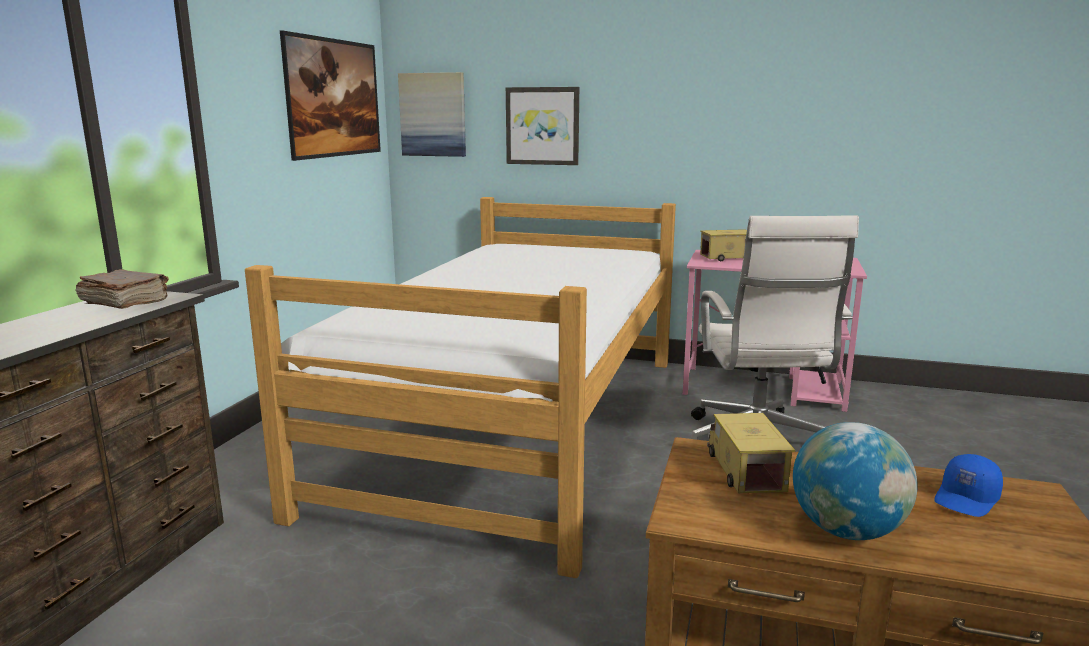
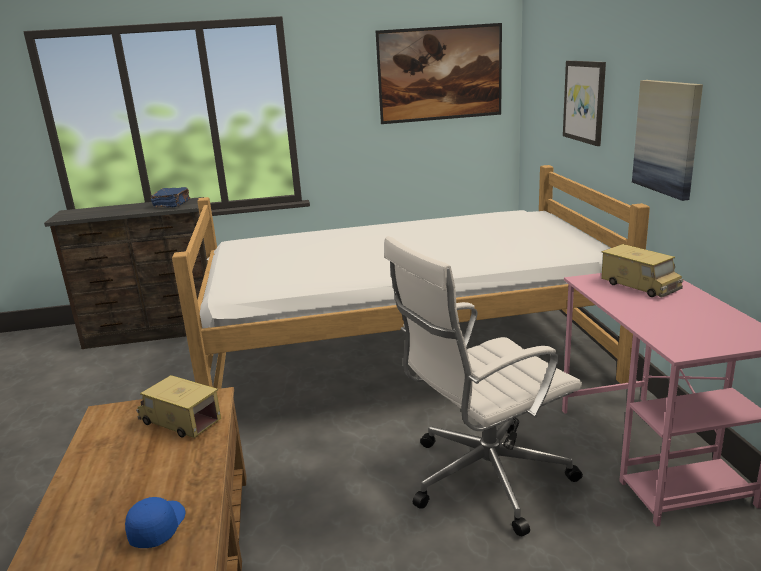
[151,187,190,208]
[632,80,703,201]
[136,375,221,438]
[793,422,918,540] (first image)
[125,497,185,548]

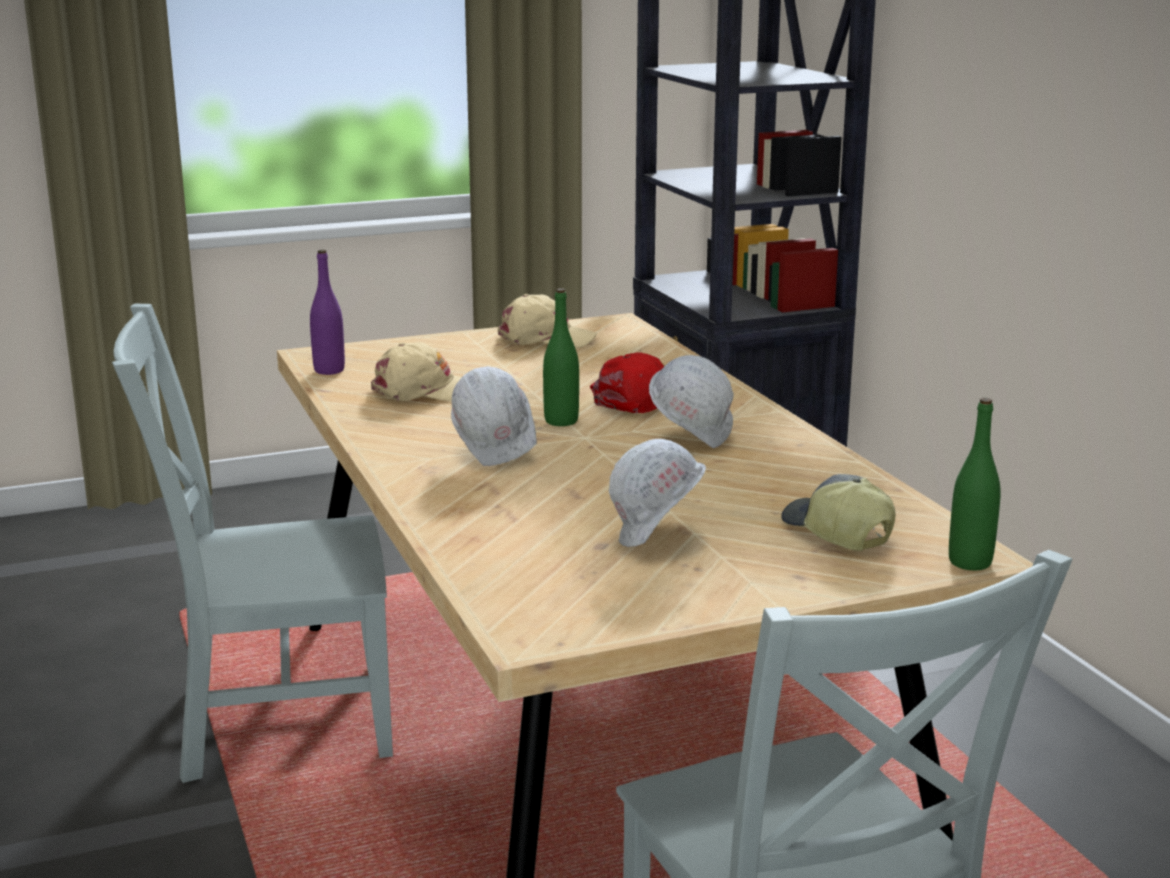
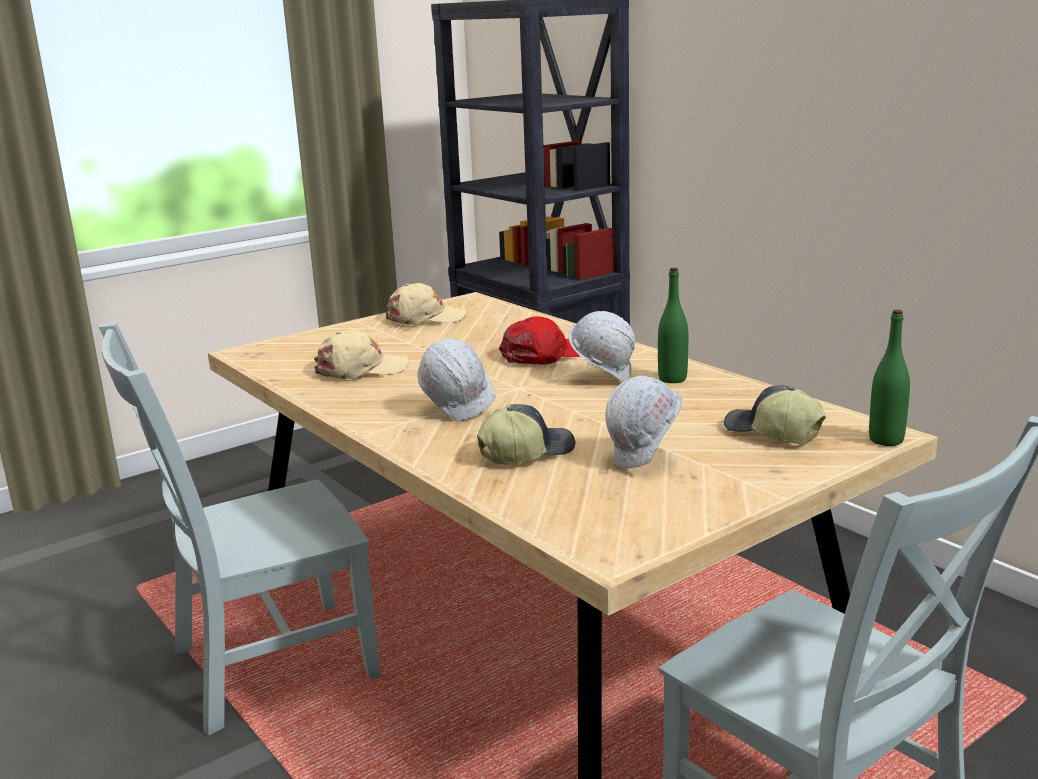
[310,250,345,375] (first image)
[658,268,688,383]
[477,404,576,464]

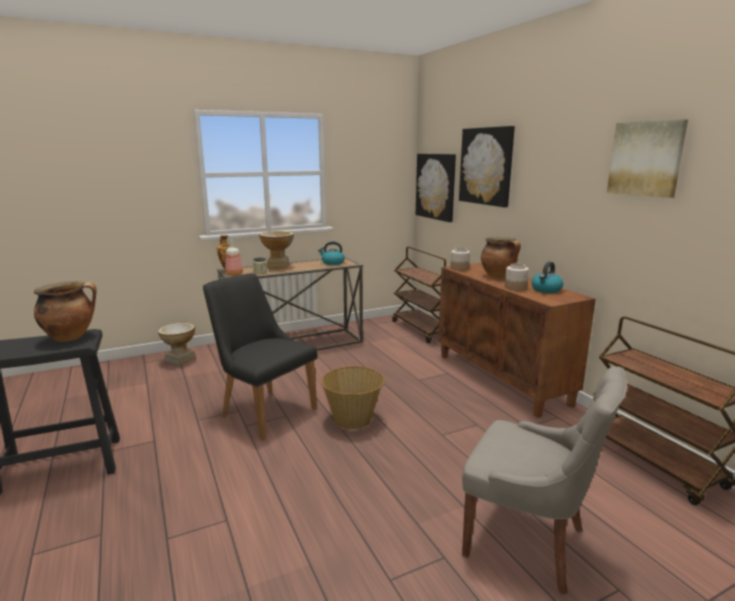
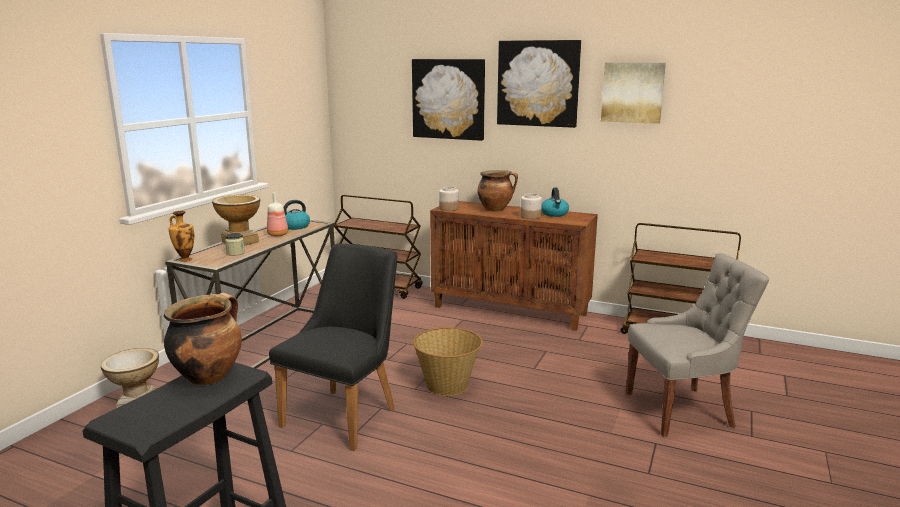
[269,243,397,451]
[267,193,288,236]
[497,40,581,128]

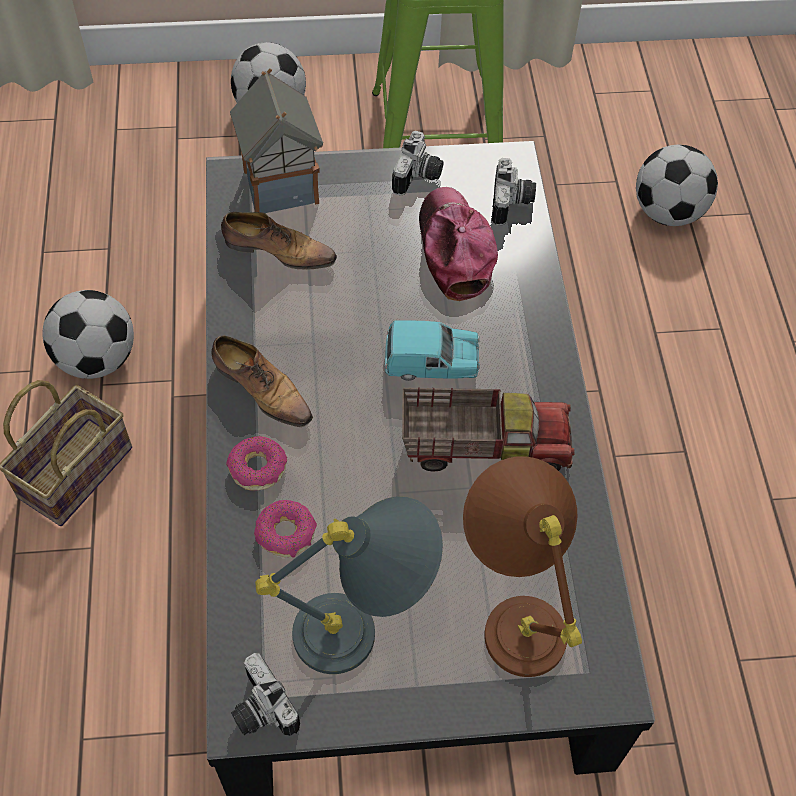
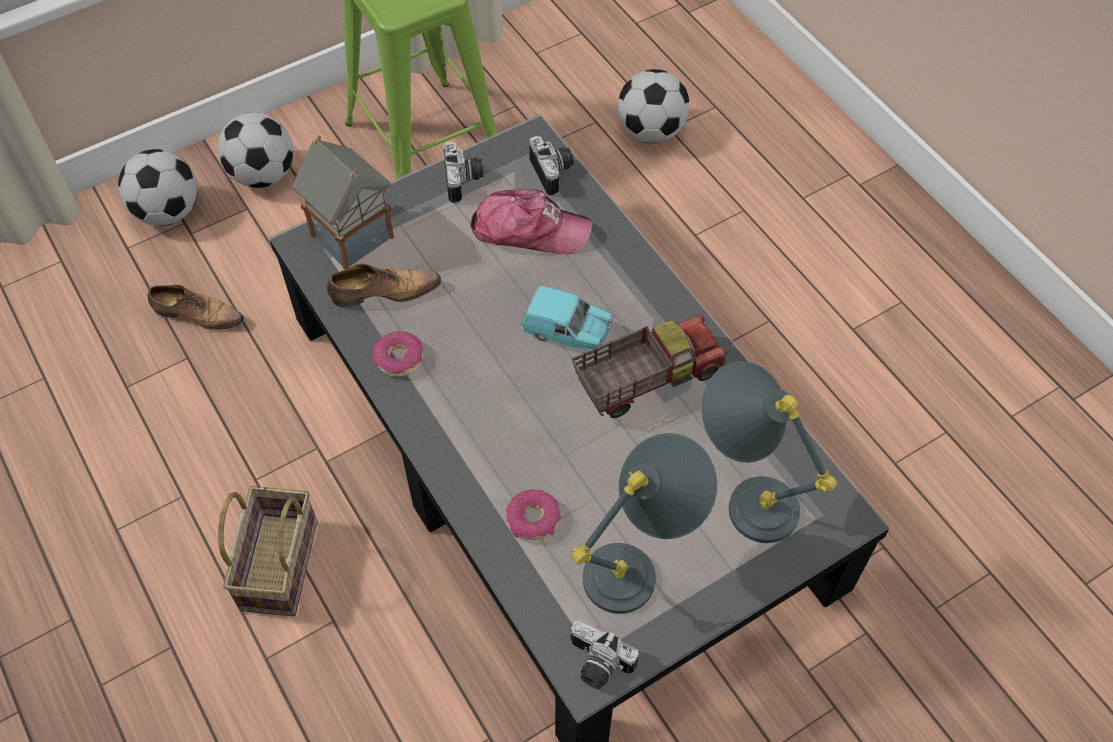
[118,149,197,226]
[147,285,244,330]
[373,331,423,377]
[522,285,613,352]
[470,189,592,254]
[702,361,837,543]

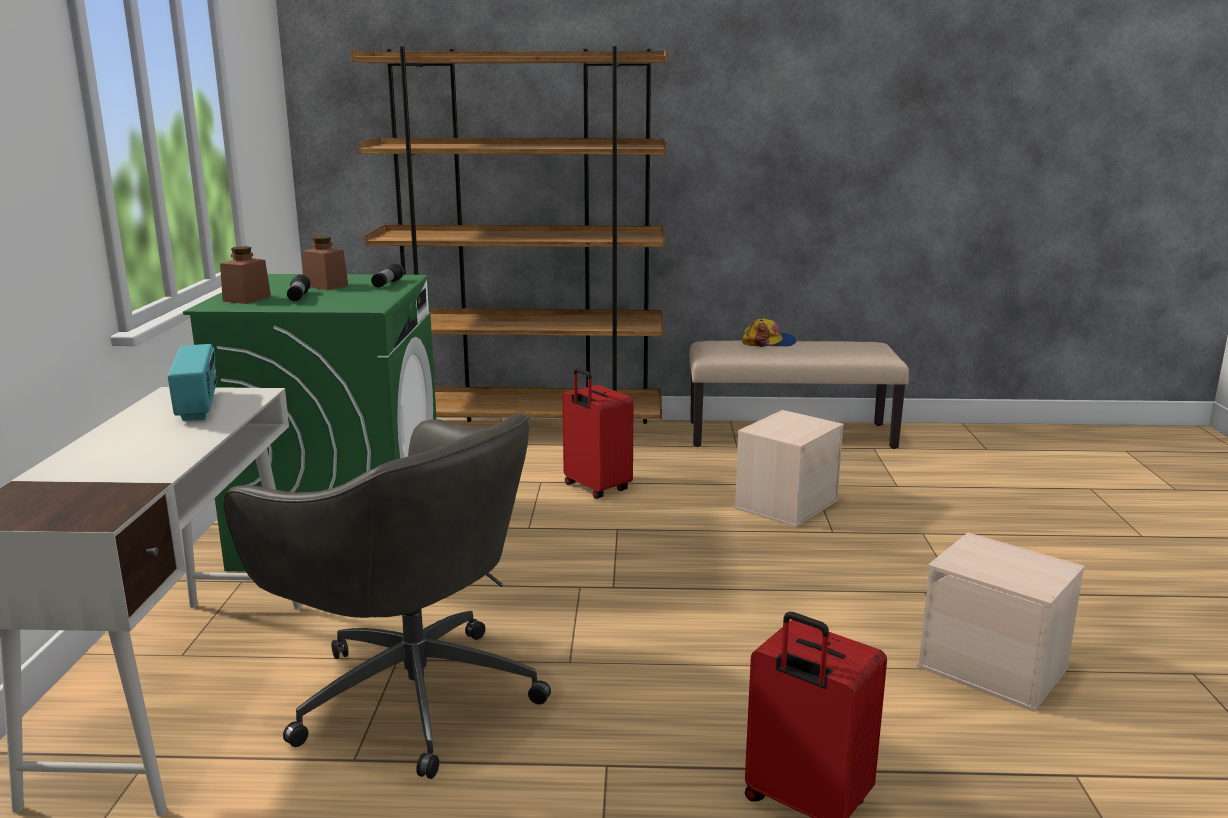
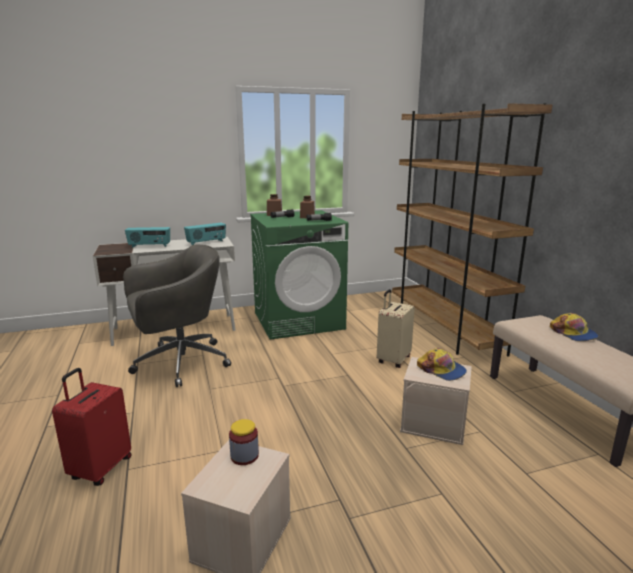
[123,244,231,387]
[377,289,415,368]
[125,227,170,247]
[229,419,259,465]
[417,348,467,381]

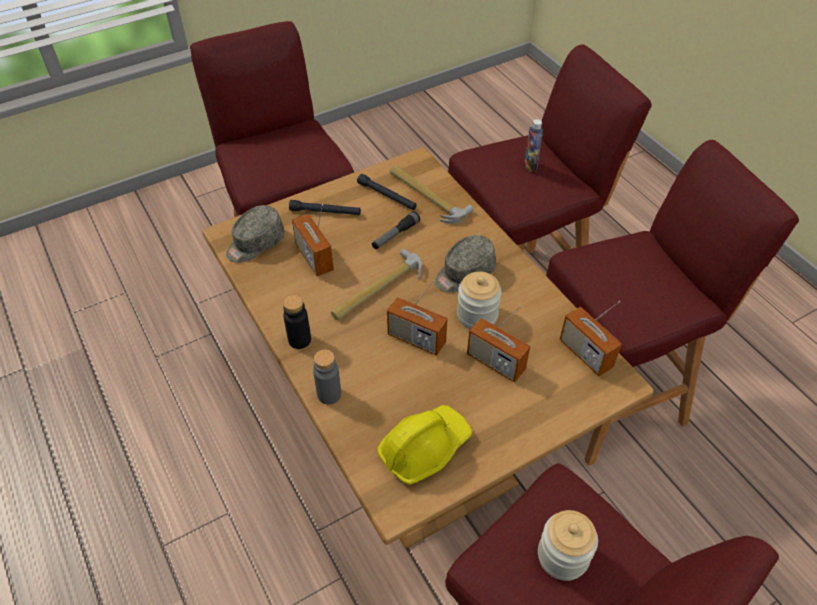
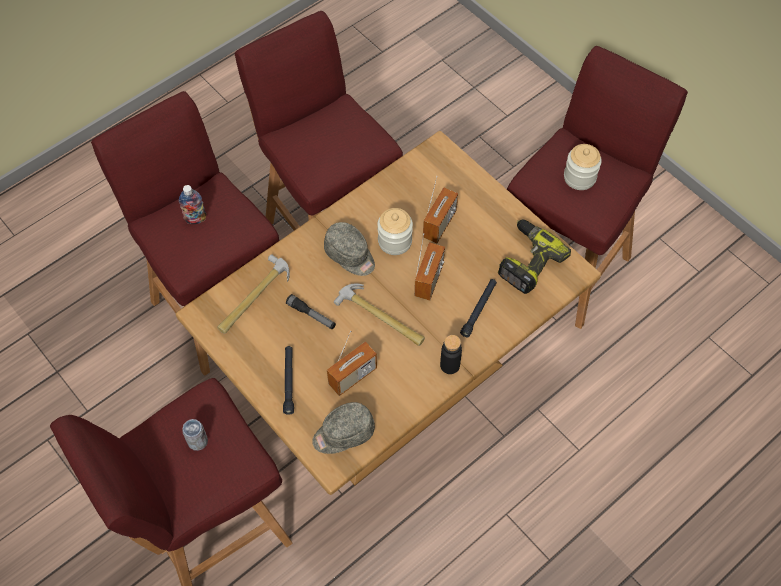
[312,402,375,454]
[313,349,341,404] (first image)
[460,279,497,337]
[498,220,571,294]
[560,301,622,376] (first image)
[182,419,208,451]

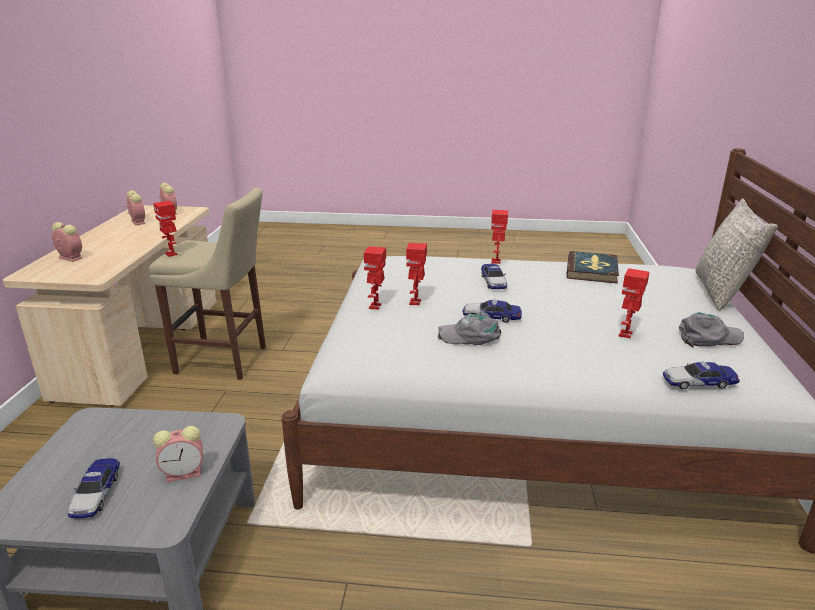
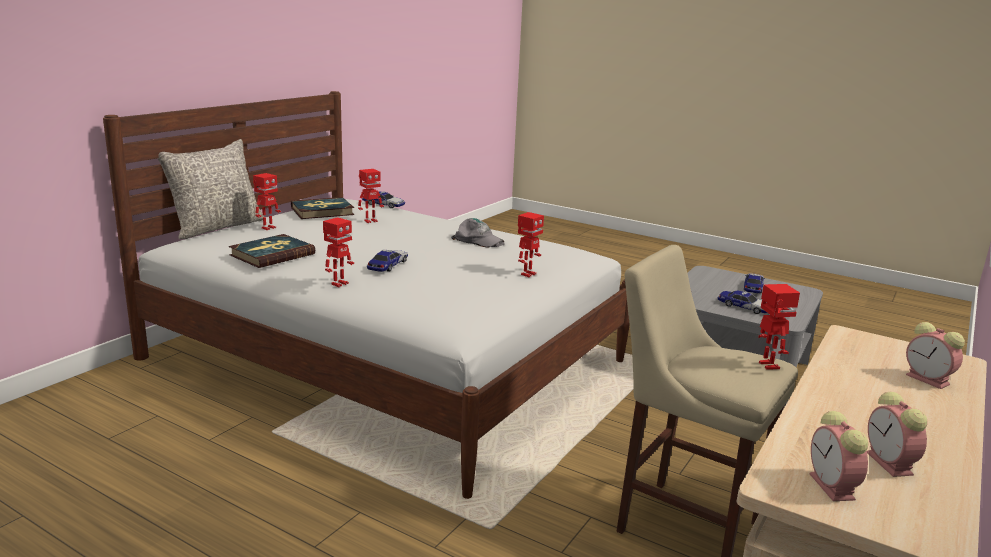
[153,426,203,482] (first image)
[253,173,281,230]
[717,290,767,314]
[291,197,354,219]

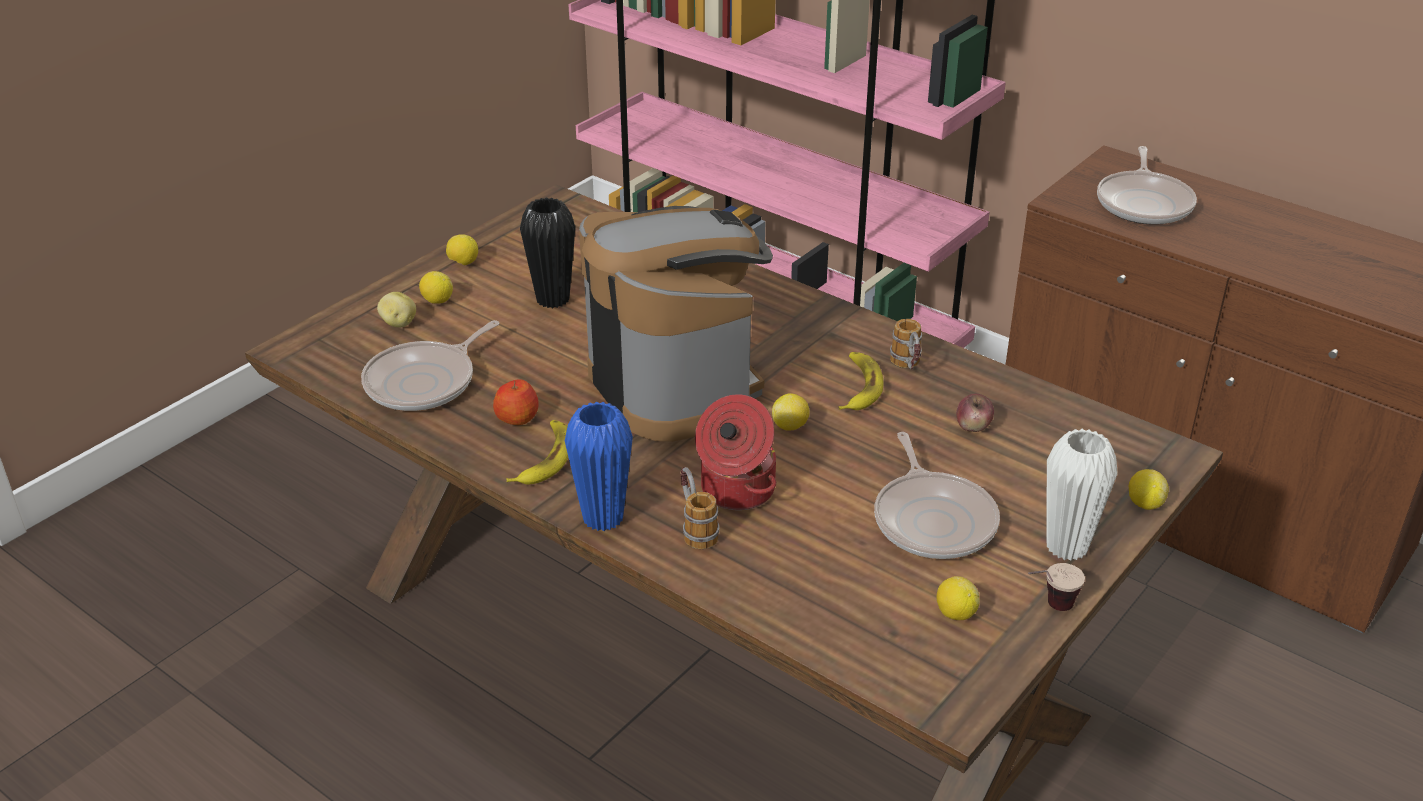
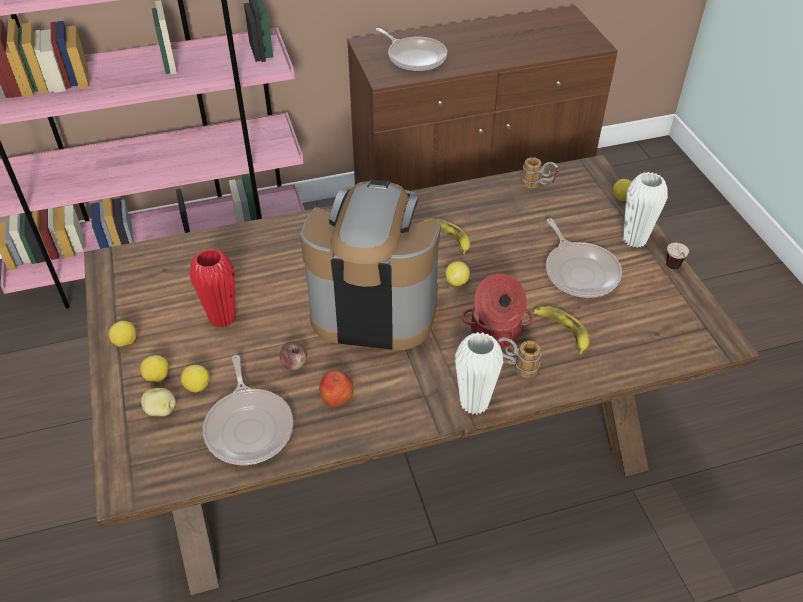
[533,306,589,355]
[190,249,235,328]
[455,332,504,415]
[546,218,622,298]
[521,157,560,188]
[181,365,210,392]
[280,342,307,370]

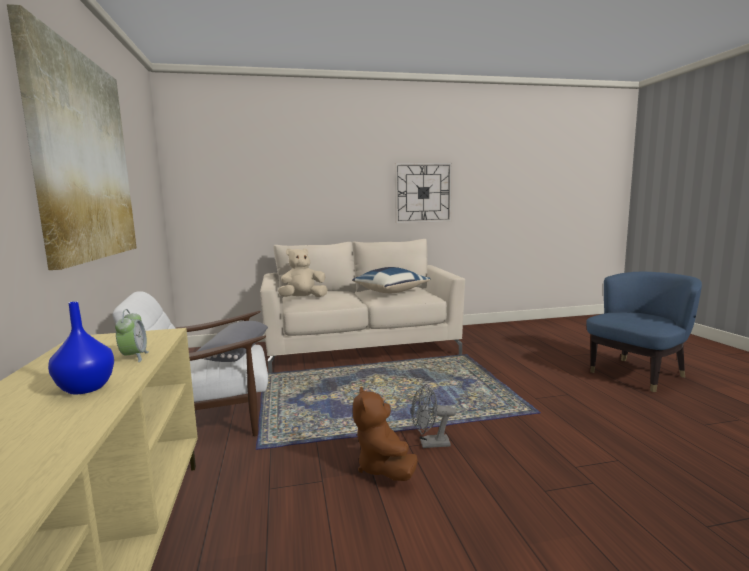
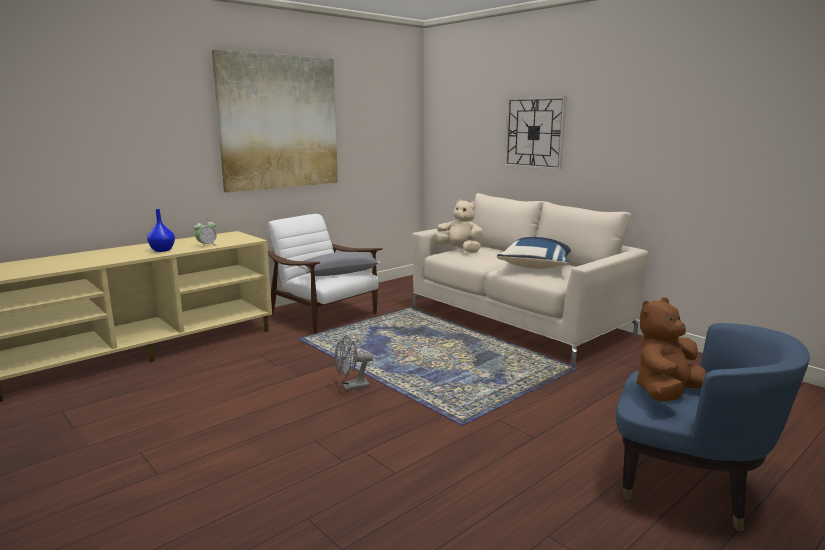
[637,297,706,402]
[504,96,567,170]
[334,335,373,391]

